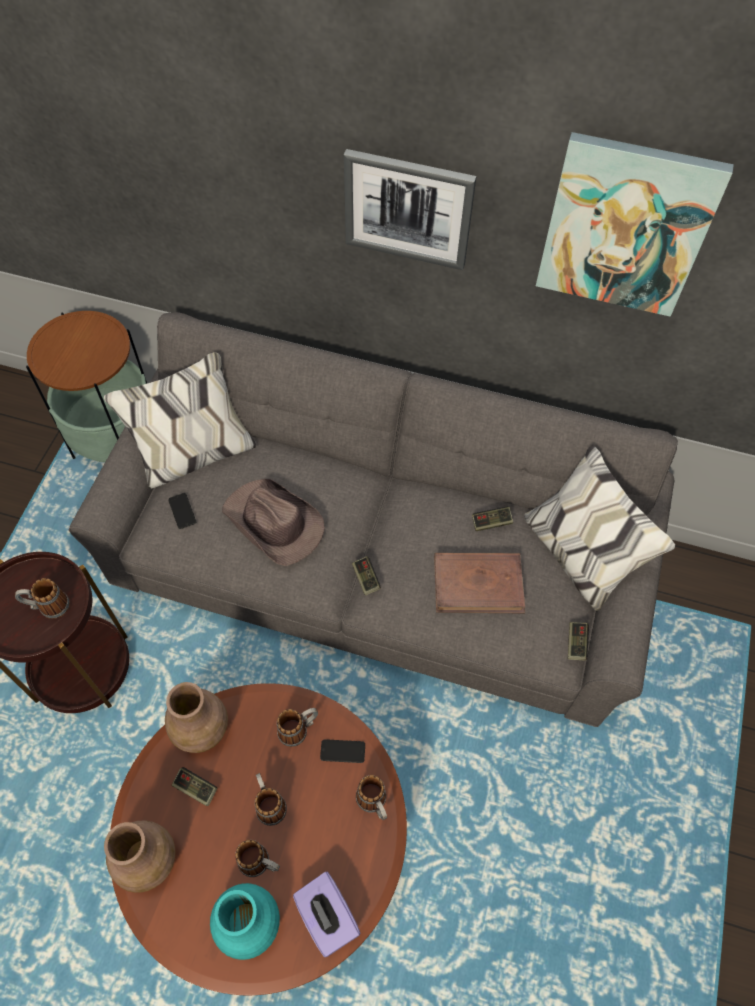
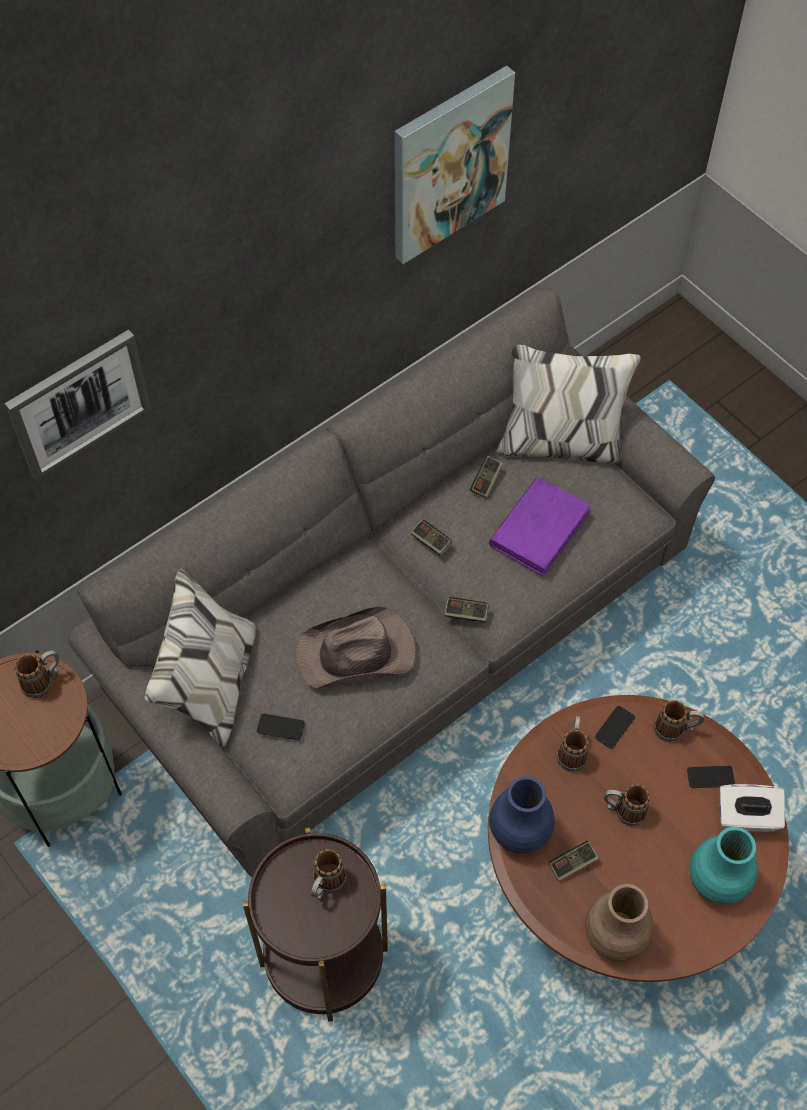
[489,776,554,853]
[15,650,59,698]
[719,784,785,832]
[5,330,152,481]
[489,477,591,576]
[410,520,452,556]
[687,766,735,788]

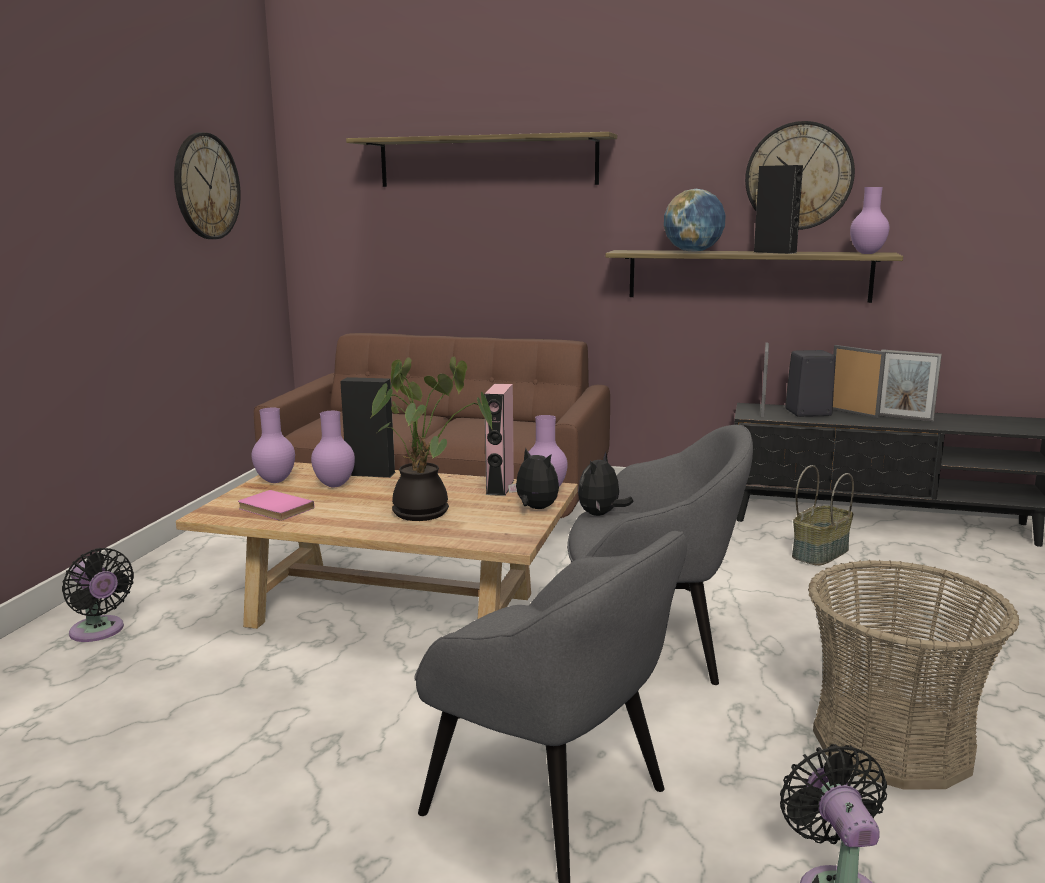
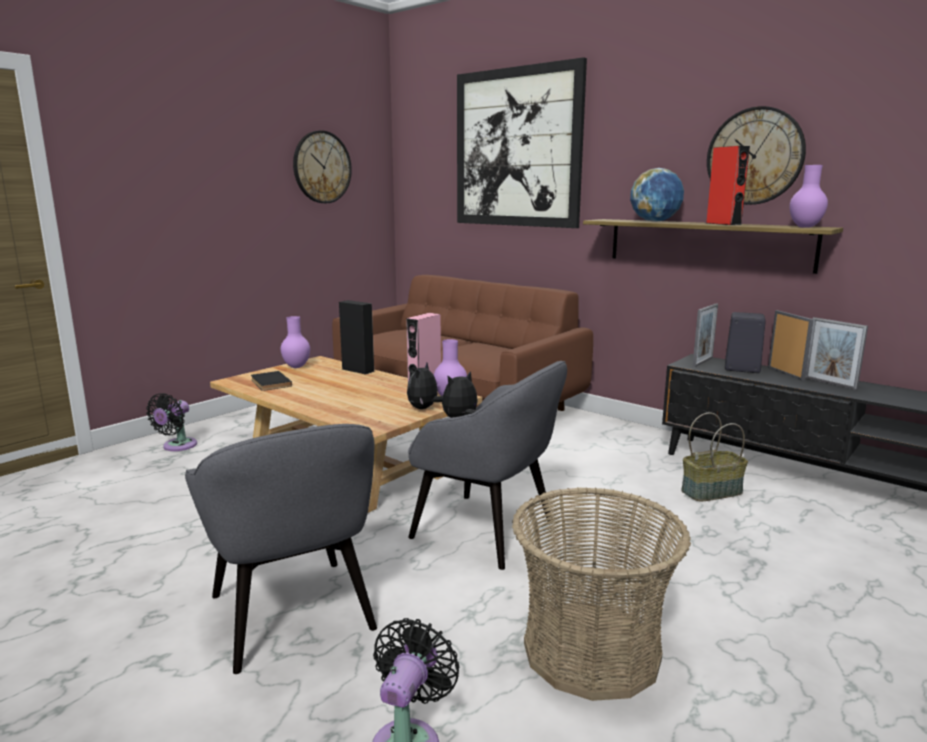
[146,393,197,451]
[251,371,292,391]
[311,411,355,487] (first image)
[457,57,587,228]
[371,357,493,521] (first image)
[407,362,443,409]
[706,146,750,225]

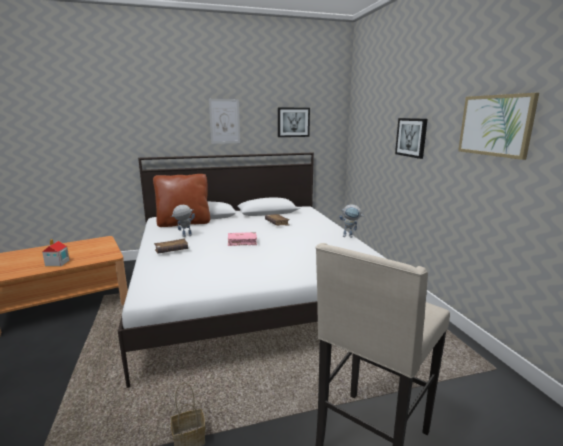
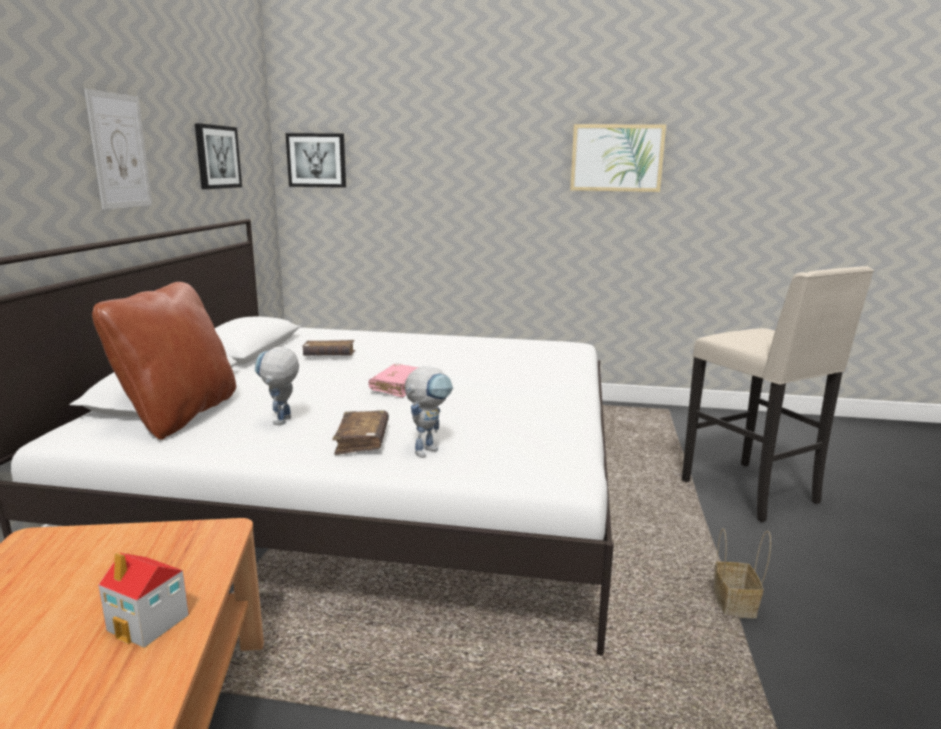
[405,366,453,458]
[285,133,346,188]

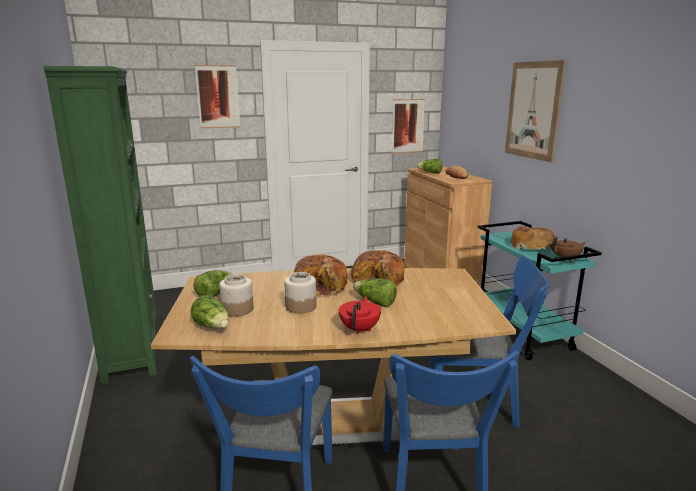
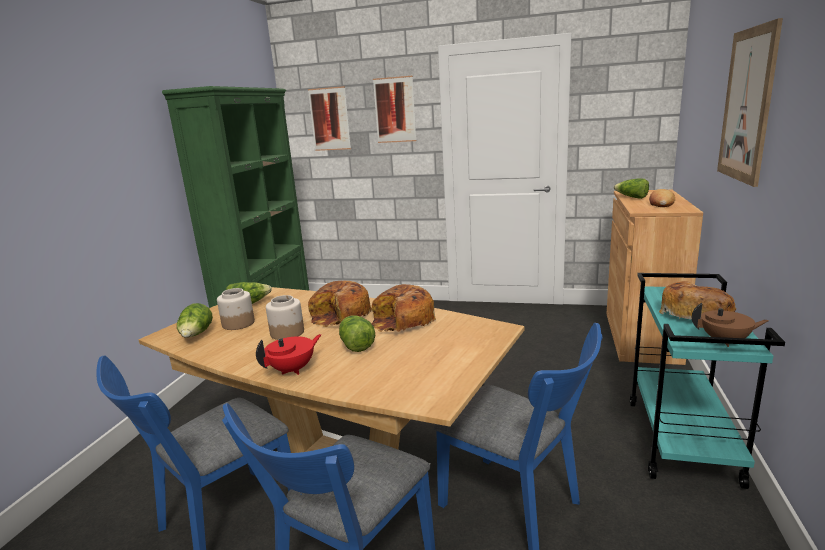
[308,86,351,151]

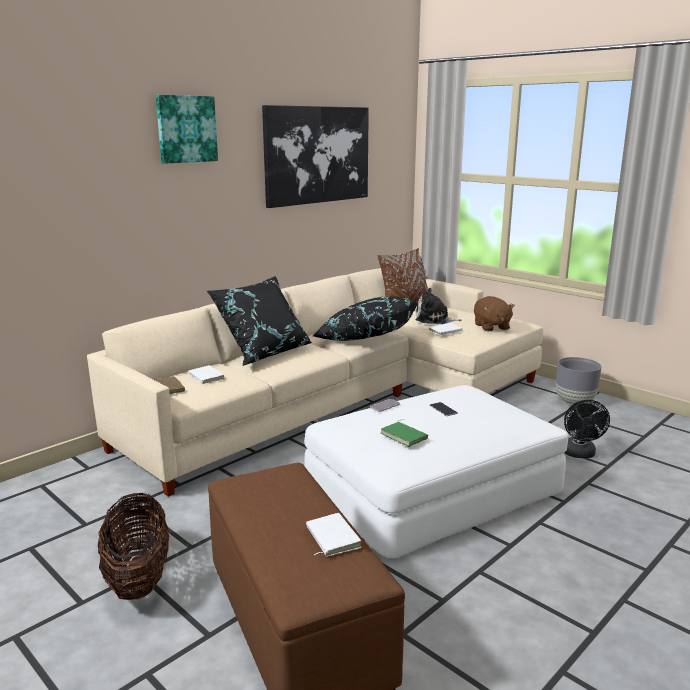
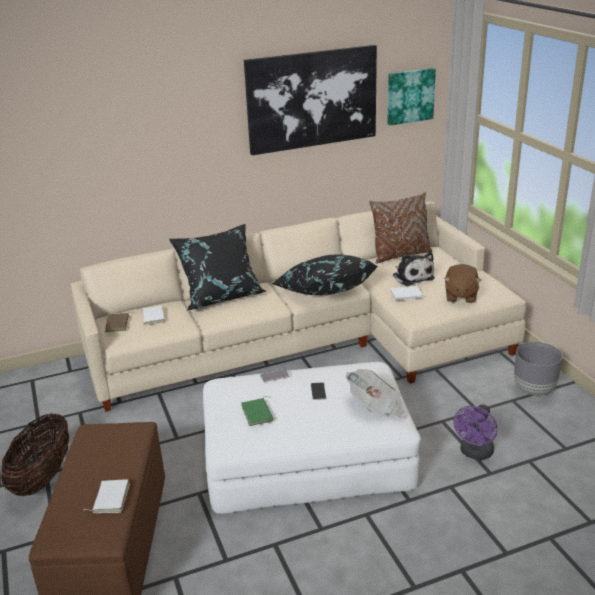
[387,68,436,125]
[393,252,435,286]
[453,405,498,460]
[346,369,405,418]

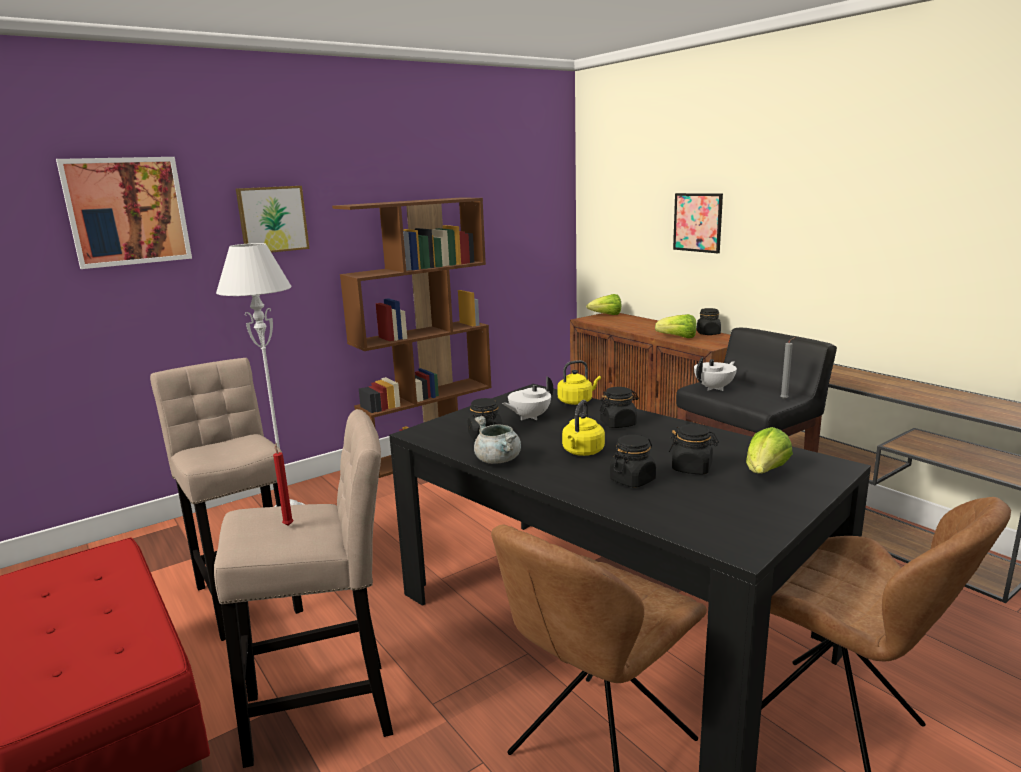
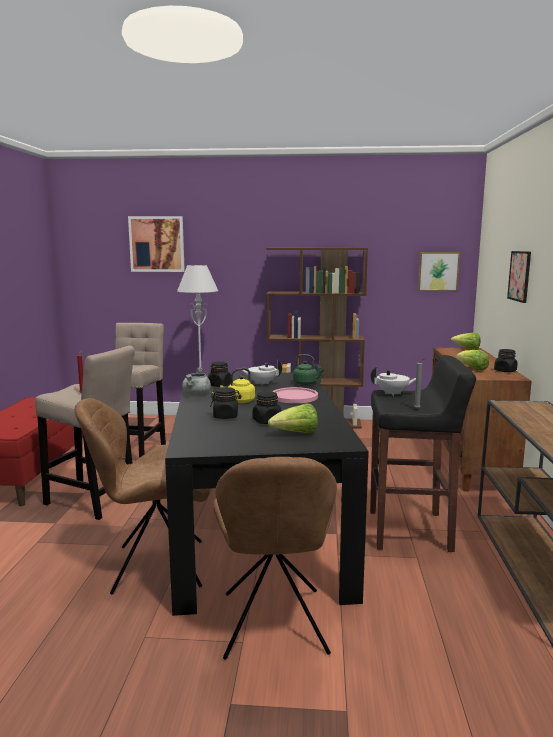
[418,252,460,291]
[293,354,323,385]
[273,387,318,403]

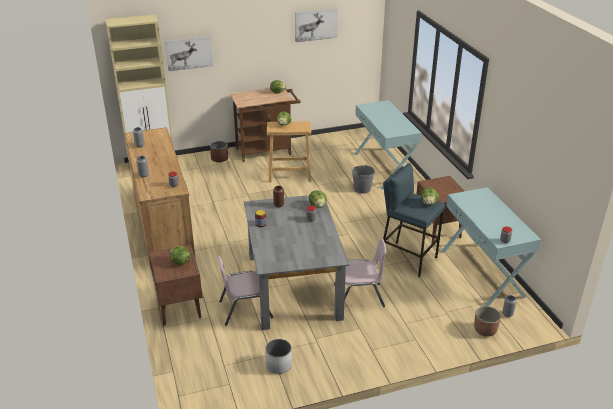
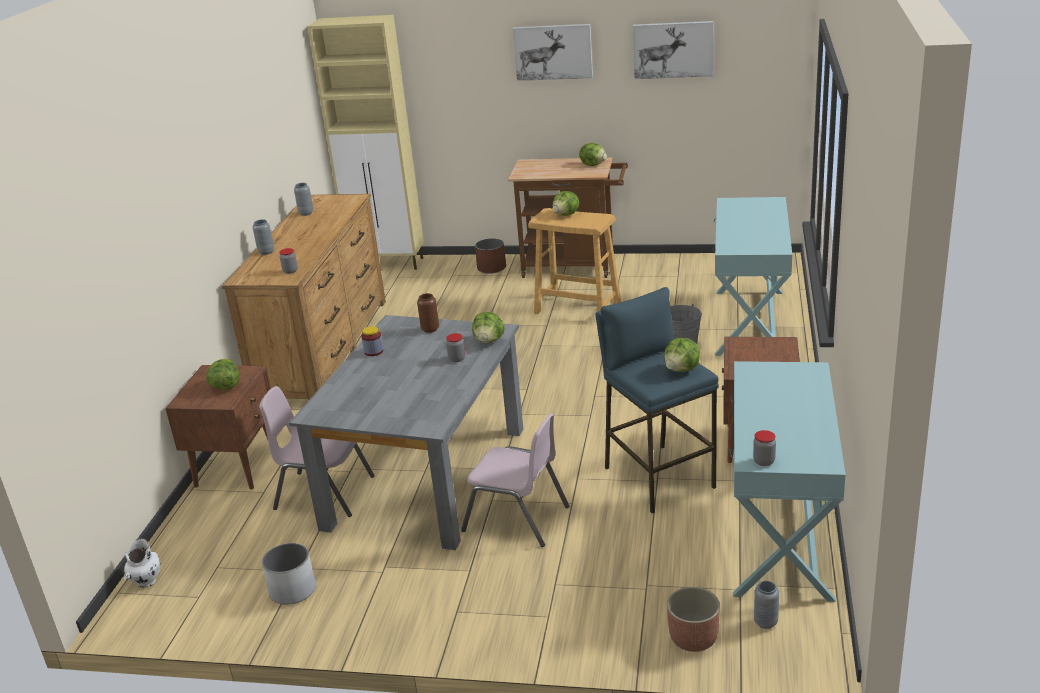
[513,24,593,81]
[124,539,161,588]

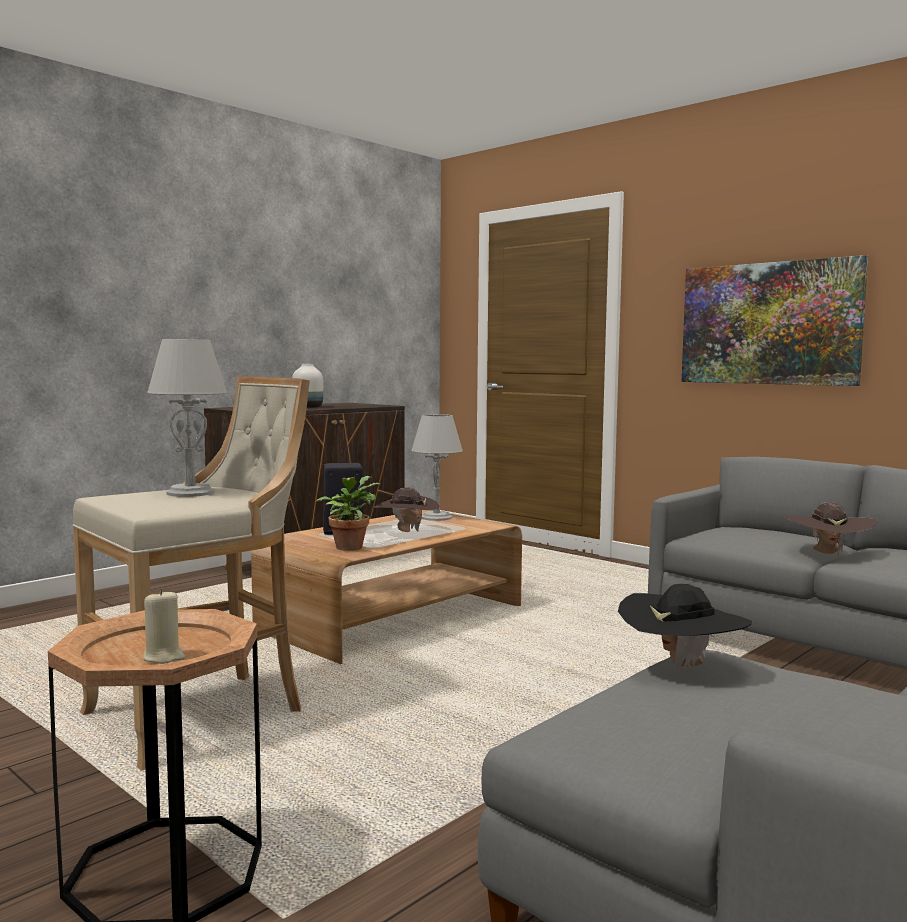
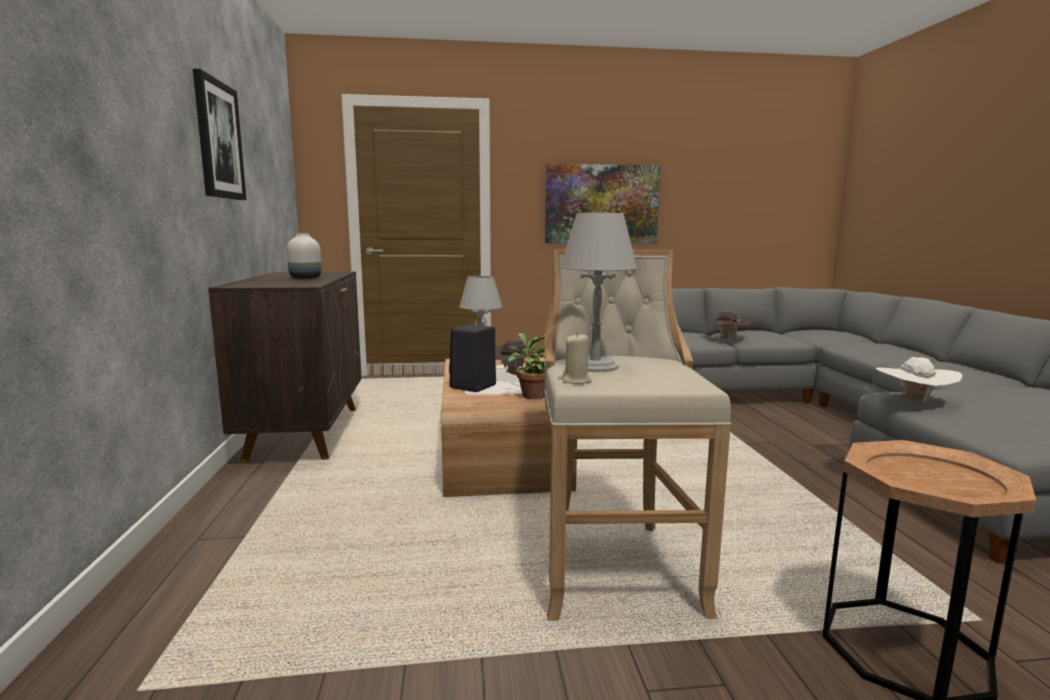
[562,332,592,384]
[876,357,962,405]
[193,69,247,200]

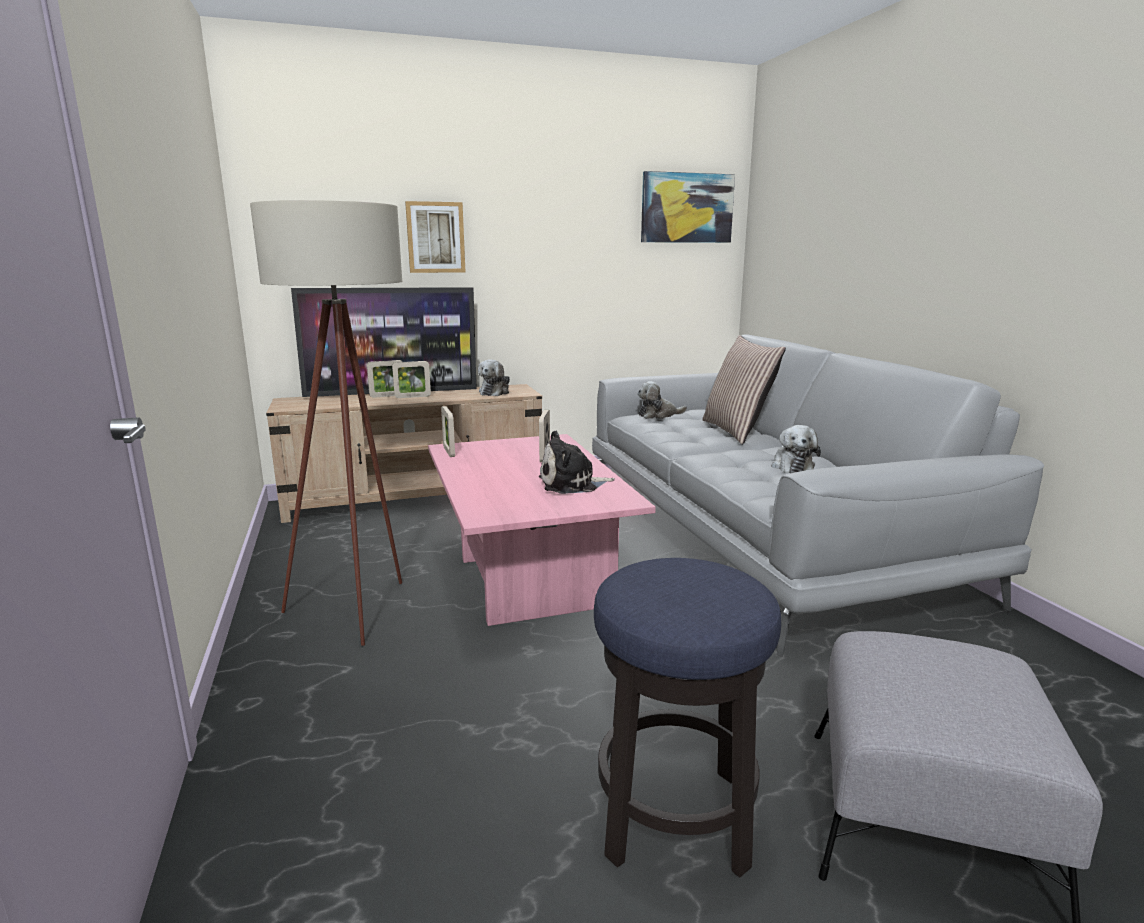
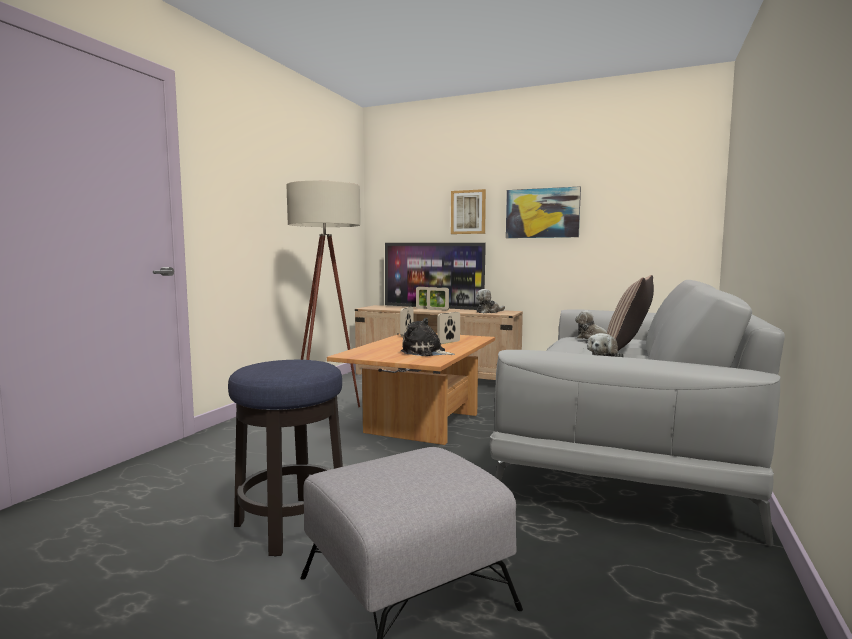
[327,333,495,445]
[506,186,581,238]

